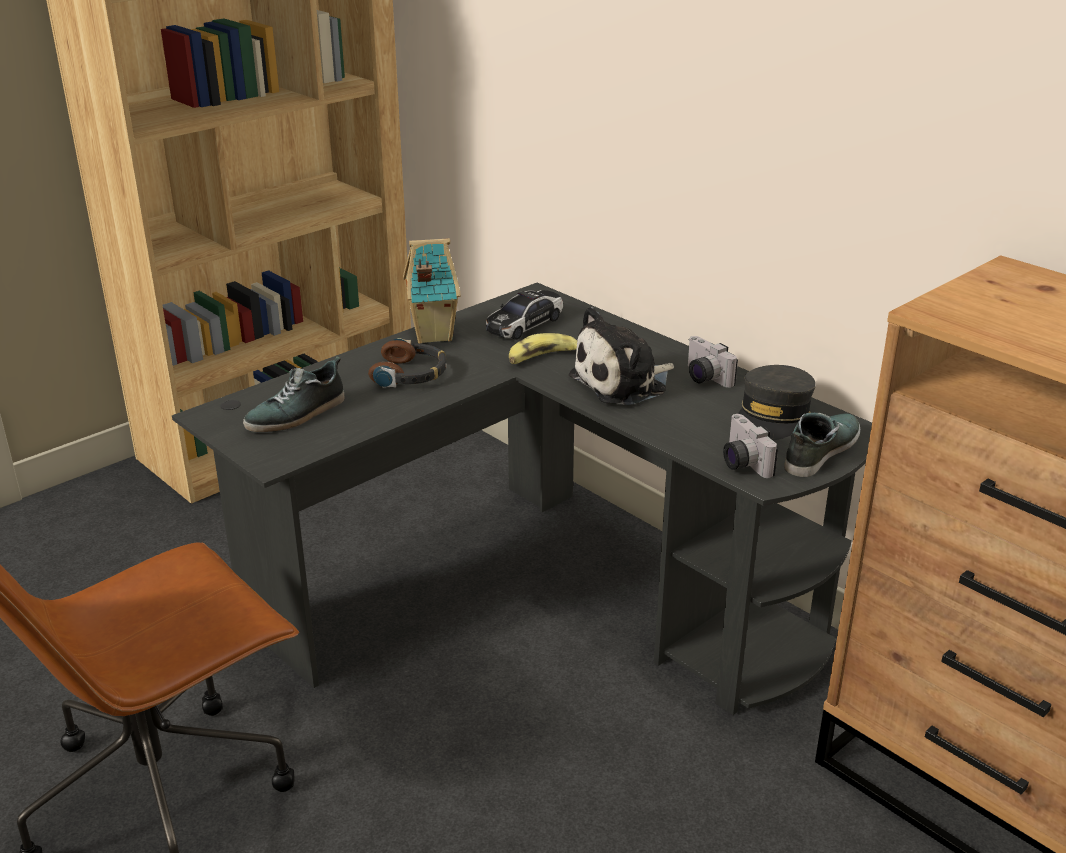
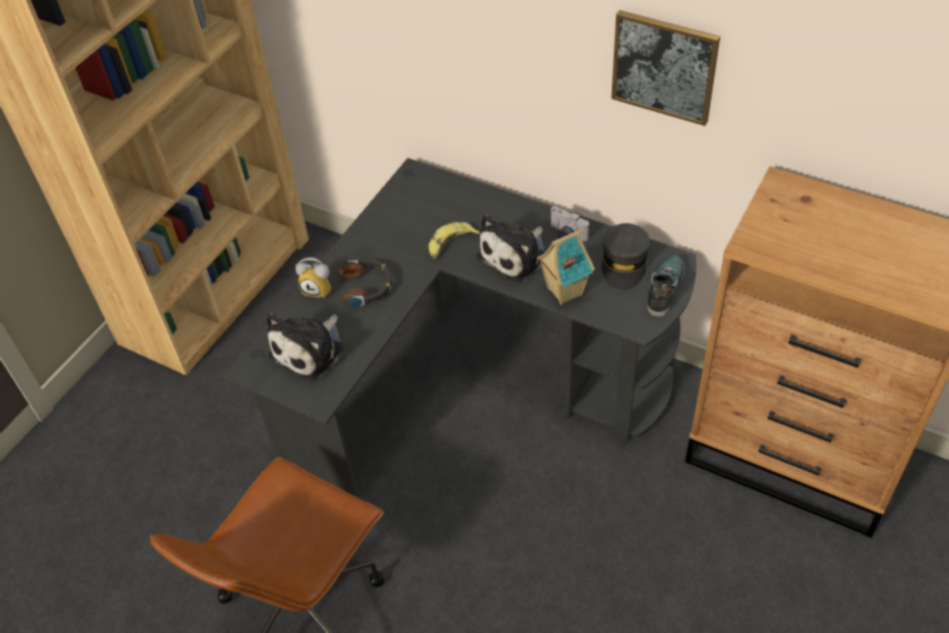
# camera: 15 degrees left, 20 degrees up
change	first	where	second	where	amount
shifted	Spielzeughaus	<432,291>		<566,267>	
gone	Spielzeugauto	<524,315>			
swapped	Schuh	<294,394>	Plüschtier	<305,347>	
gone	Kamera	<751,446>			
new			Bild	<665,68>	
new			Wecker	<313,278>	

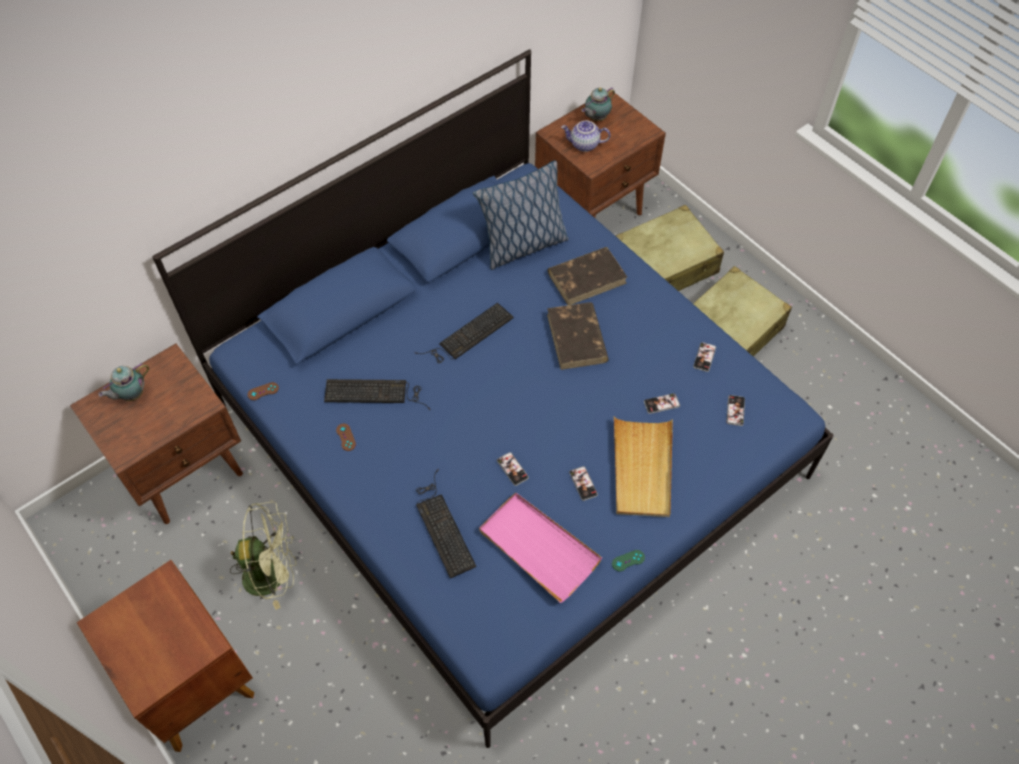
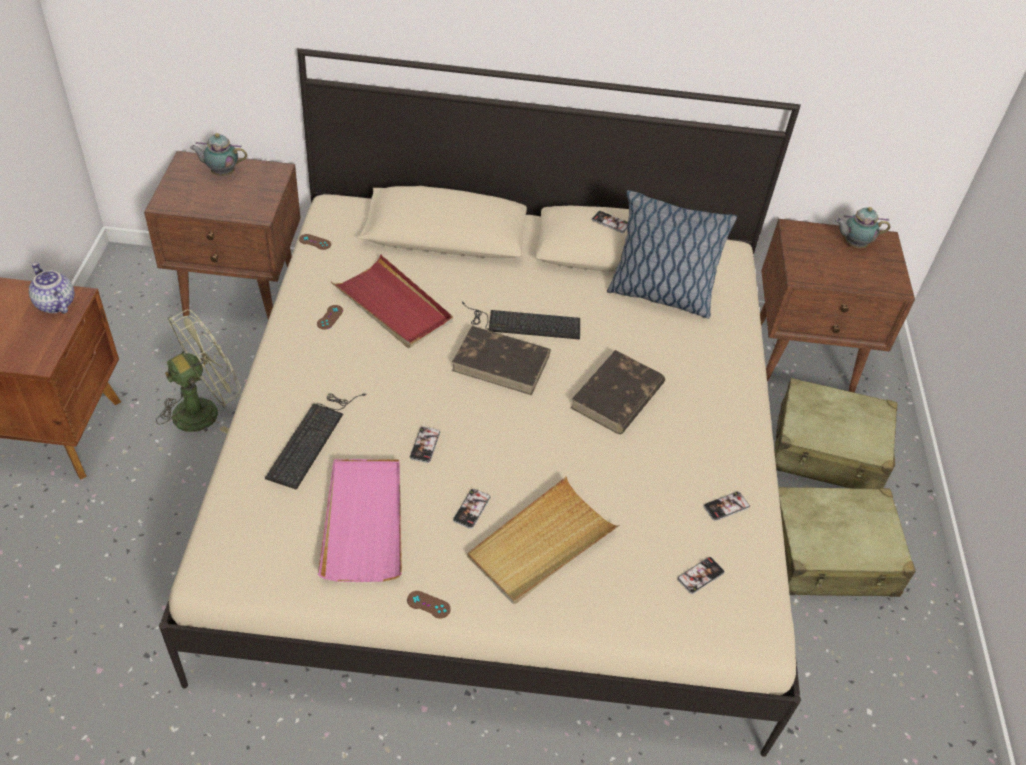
# camera: 40 degrees right, 10 degrees down
change	first	where	second	where	amount
repainted	Bett [blau]	<493,398>	Bett [beige]	<480,402>	
shifted	Teekanne	<585,136>		<51,288>	
shifted	Buch [braun]	<587,276>		<501,360>	
swapped	Tastatur	<377,394>	Tablett [rot]	<392,301>	
shifted	Handy	<662,403>		<610,222>	
rotated	Ventilator [grün]	<263,556>		<198,371>	75 degrees counterclockwise
repainted	Gamepad [grün]	<628,560>	Gamepad [braun]	<429,605>	

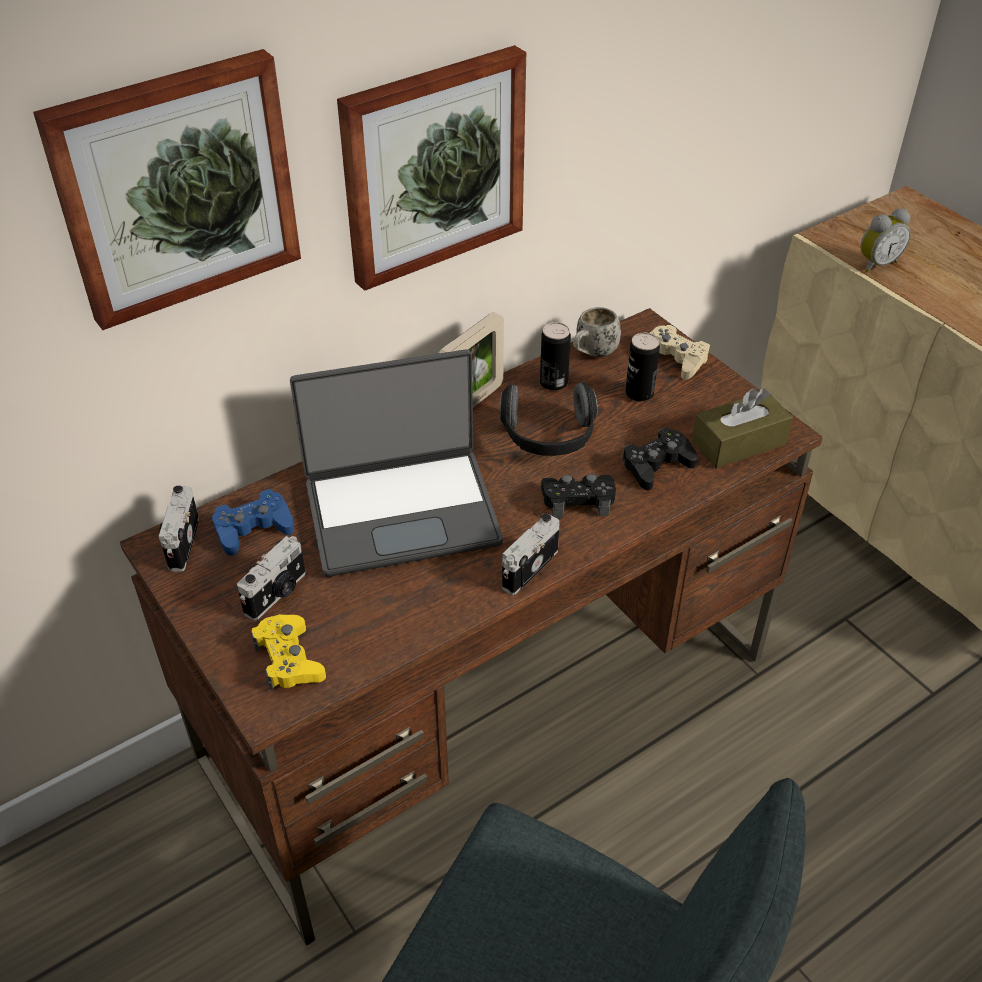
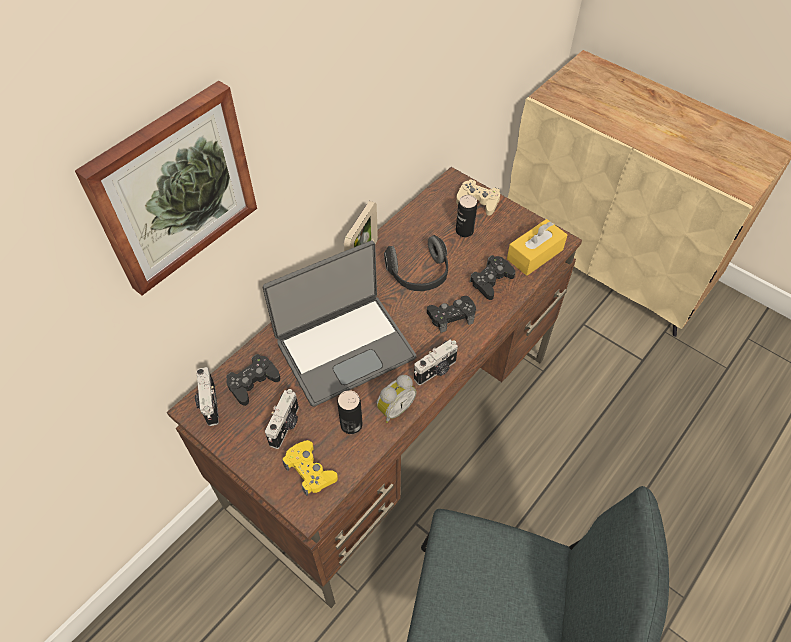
# camera: 15 degrees left, 10 degrees up
change	first	where	second	where	amount
gone	Bild	<431,168>			
shifted	Wecker	<886,241>		<396,399>	
gone	Henkelbecher [weiß]	<597,332>			
shifted	Dose	<555,356>		<350,412>	
repainted	Taschentuchbox [braun]	<742,428>	Taschentuchbox [gelb]	<537,247>	
repainted	Gamepad [blau]	<253,522>	Gamepad [schwarz]	<253,380>	
rotated	Kamera	<531,554>		<436,362>	150 degrees counterclockwise

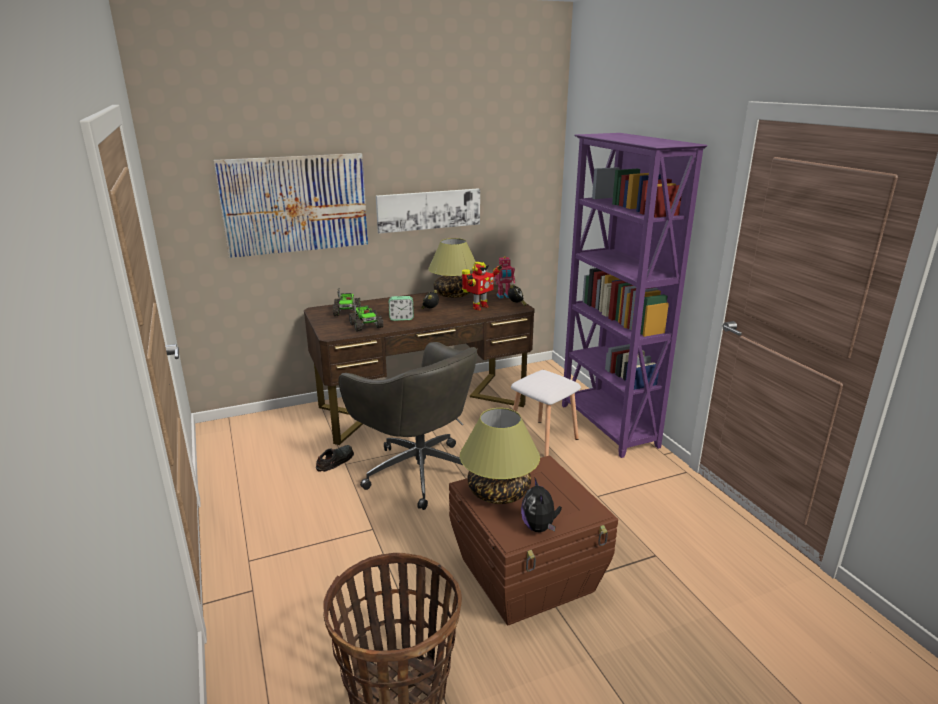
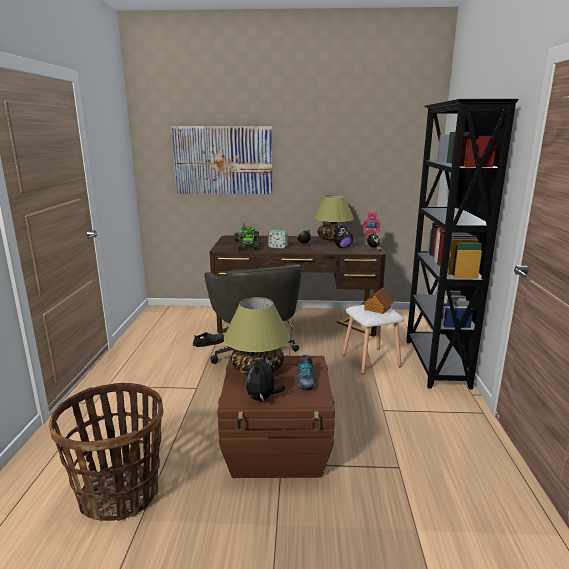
# camera: 25 degrees right, 5 degrees down
change	first	where	second	where	amount
repainted	Bücherregal [lila]	<635,295>	Bücherregal [schwarz]	<462,244>	
gone	Bild	<428,211>			
swapped	Spielzeugroboter	<482,286>	Plüschtier	<343,235>	
new			Spielzeughaus	<378,301>	
new			Schuh	<306,373>	

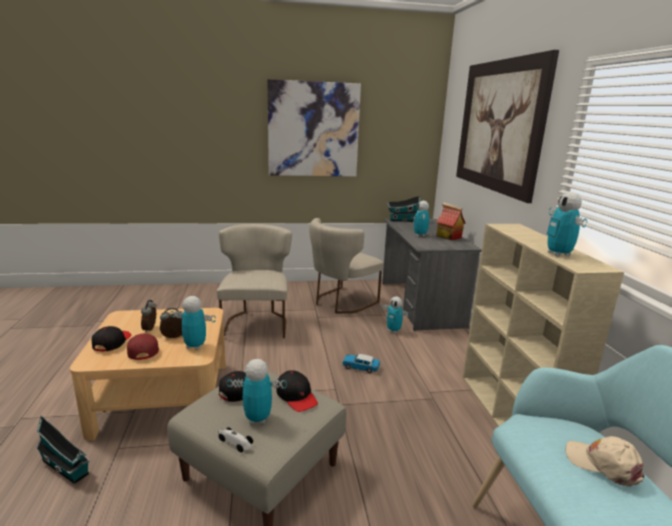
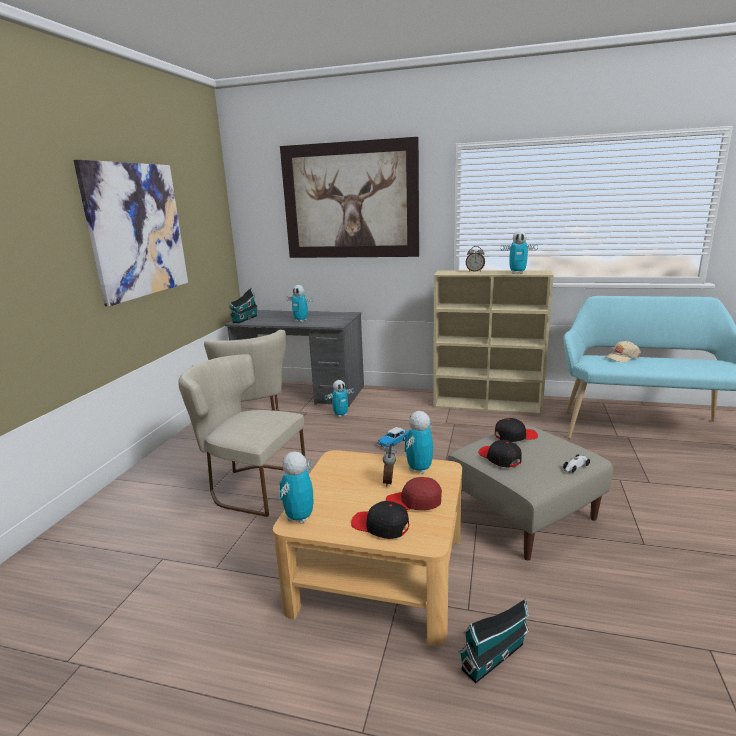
# camera: 65 degrees left, 0 degrees up
change	first	where	second	where	amount
gone	Spielzeughaus	<451,221>			
shifted	Wecker	<148,316>		<475,259>	
shifted	Spielzeugroboter	<257,391>		<296,488>	

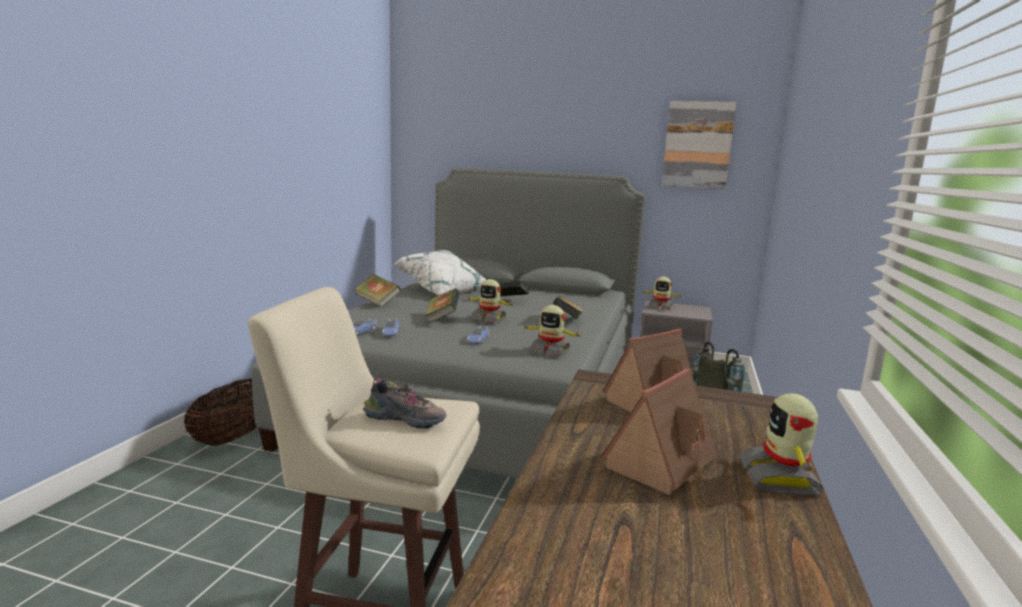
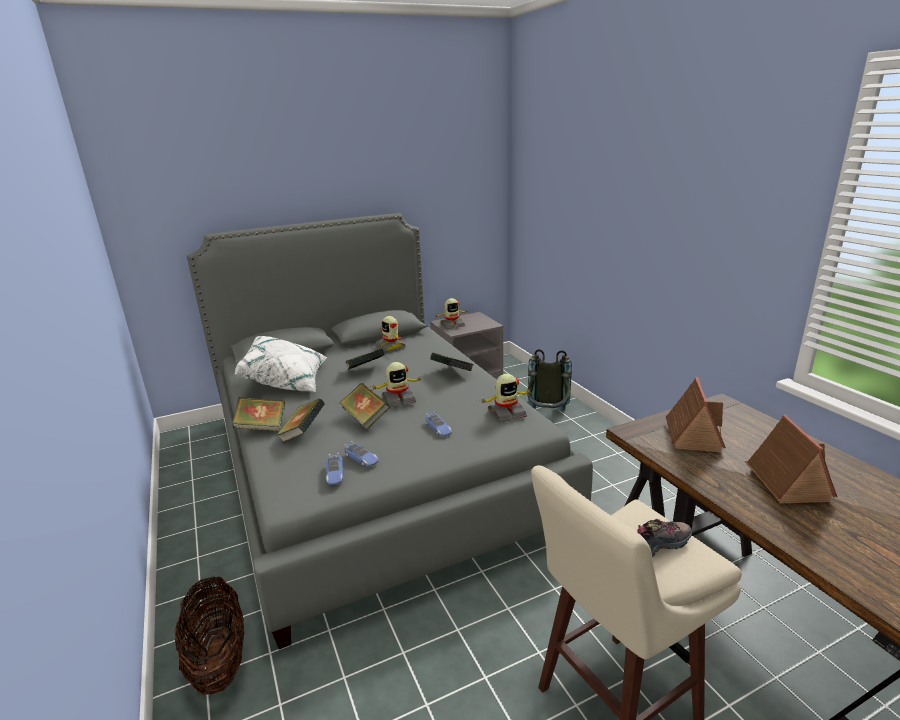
# camera: 40 degrees left, 10 degrees up
change	first	where	second	where	amount
gone	Bild	<699,145>			
shifted	Spielzeugroboter	<781,444>		<390,334>	
new			Buch	<300,420>	

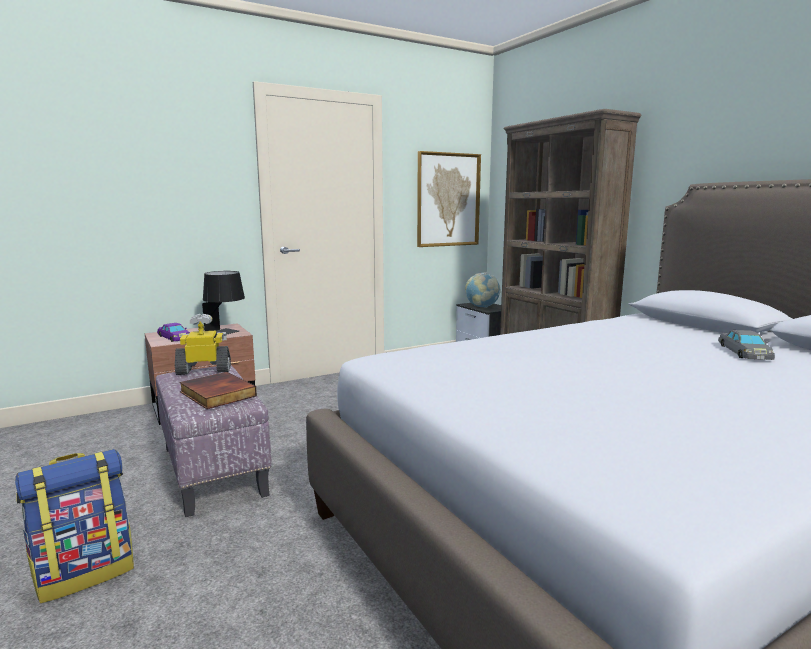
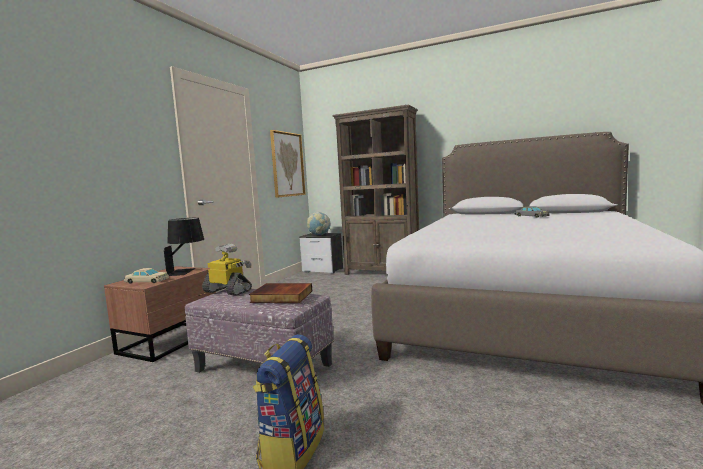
# camera: 35 degrees left, 5 degrees down
change	first	where	second	where	amount
rotated	Spielzeugroboter	<203,344>		<227,269>	75 degrees clockwise
repainted	Spielzeugauto [lila]	<173,332>	Spielzeugauto [beige]	<146,275>	

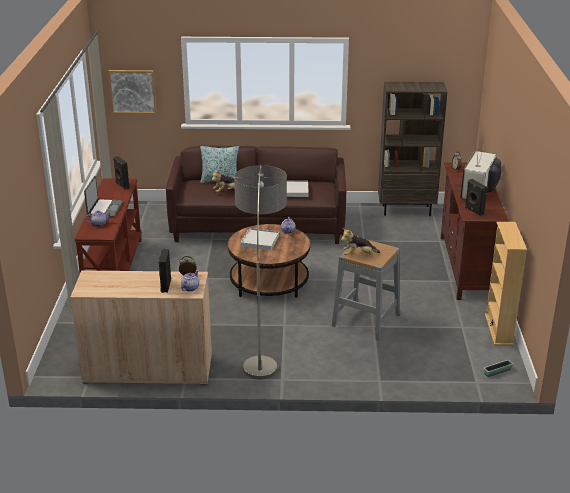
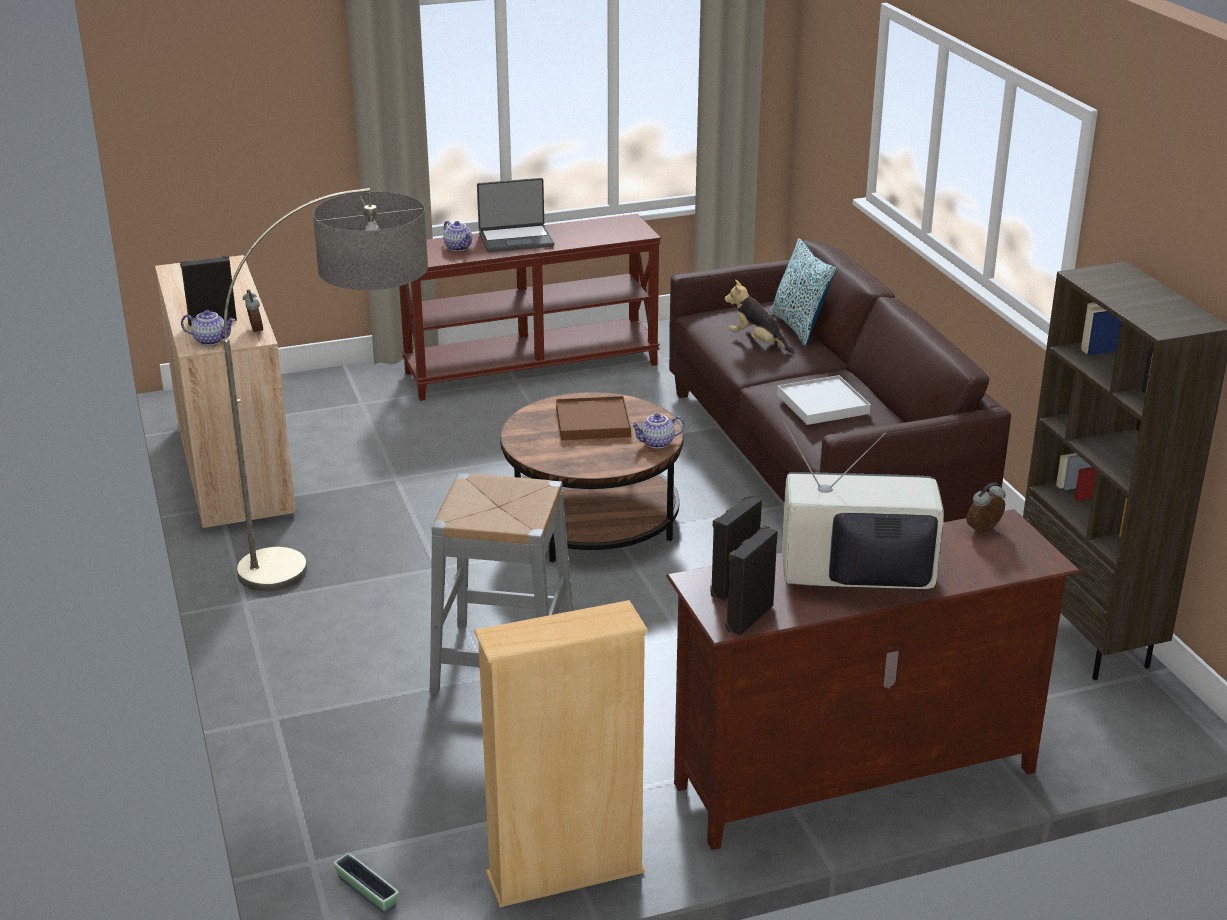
# camera: 70 degrees right, 0 degrees up
change	first	where	second	where	amount
gone	Bild	<132,92>			
shifted	Lautsprecher [schwarz]	<121,173>		<752,580>	
repainted	Tablett [weiß]	<259,239>	Tablett [braun]	<593,418>	
gone	Plüschtier	<360,241>			

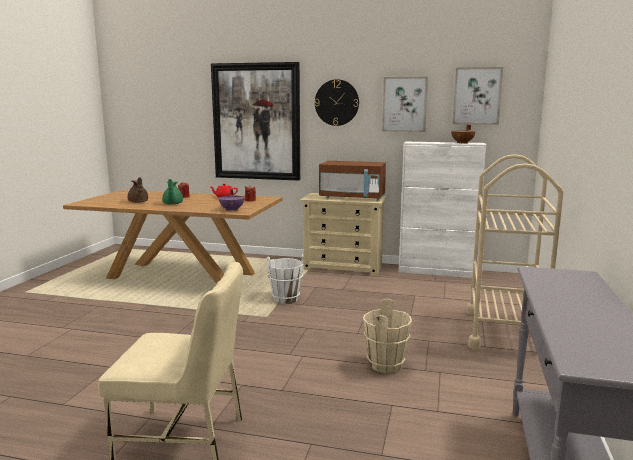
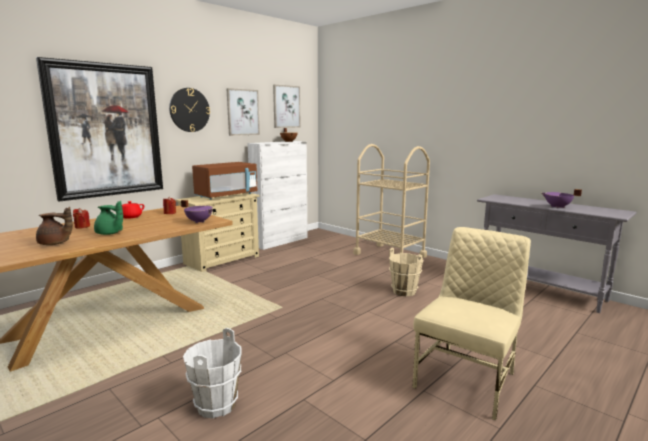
# camera: 60 degrees left, 0 degrees up
change	first	where	second	where	amount
shifted	Eimer [weiß]	<285,279>		<212,373>	
new			Kochtopf [lila]	<562,198>	

